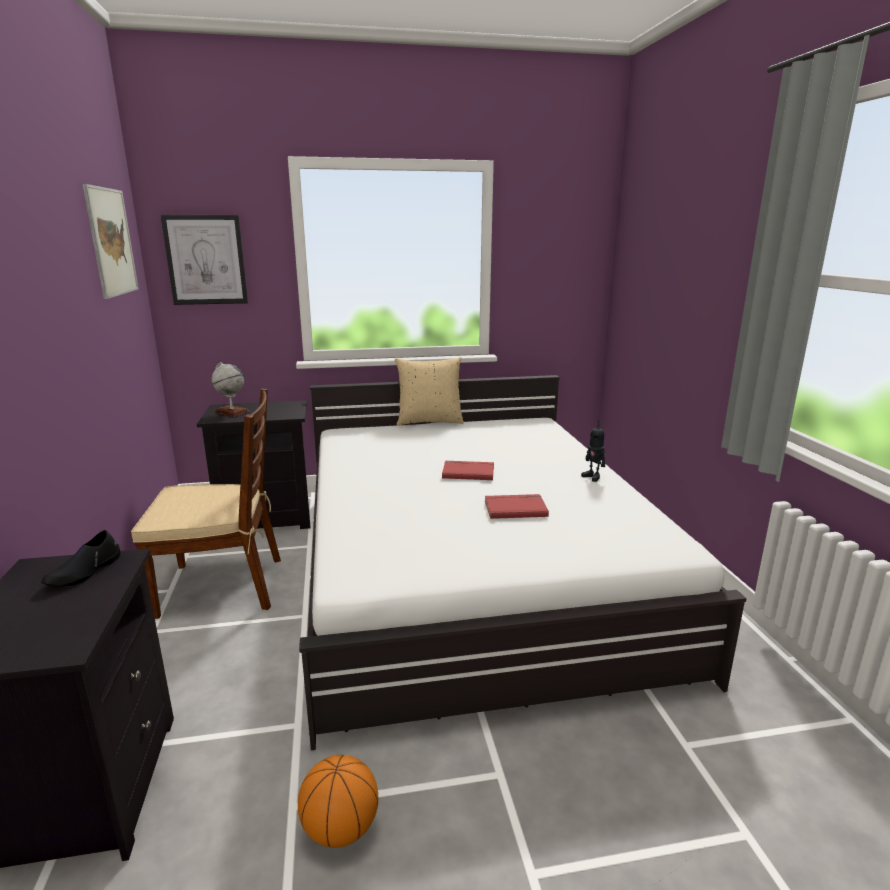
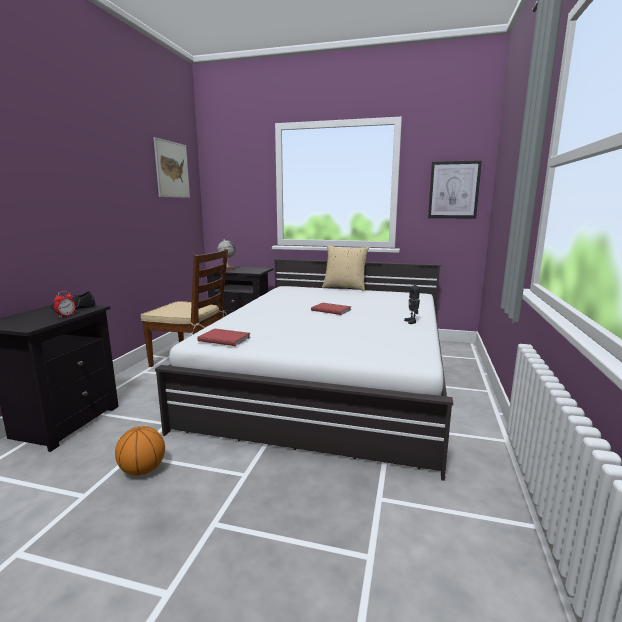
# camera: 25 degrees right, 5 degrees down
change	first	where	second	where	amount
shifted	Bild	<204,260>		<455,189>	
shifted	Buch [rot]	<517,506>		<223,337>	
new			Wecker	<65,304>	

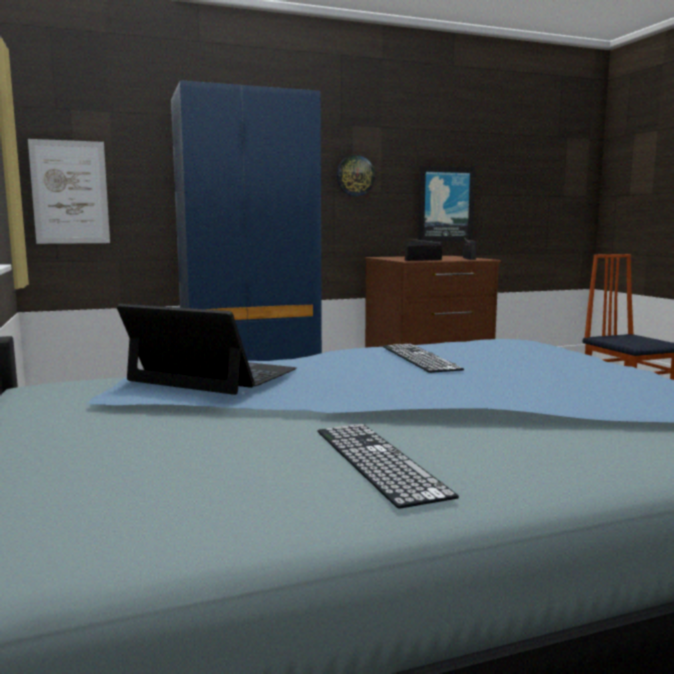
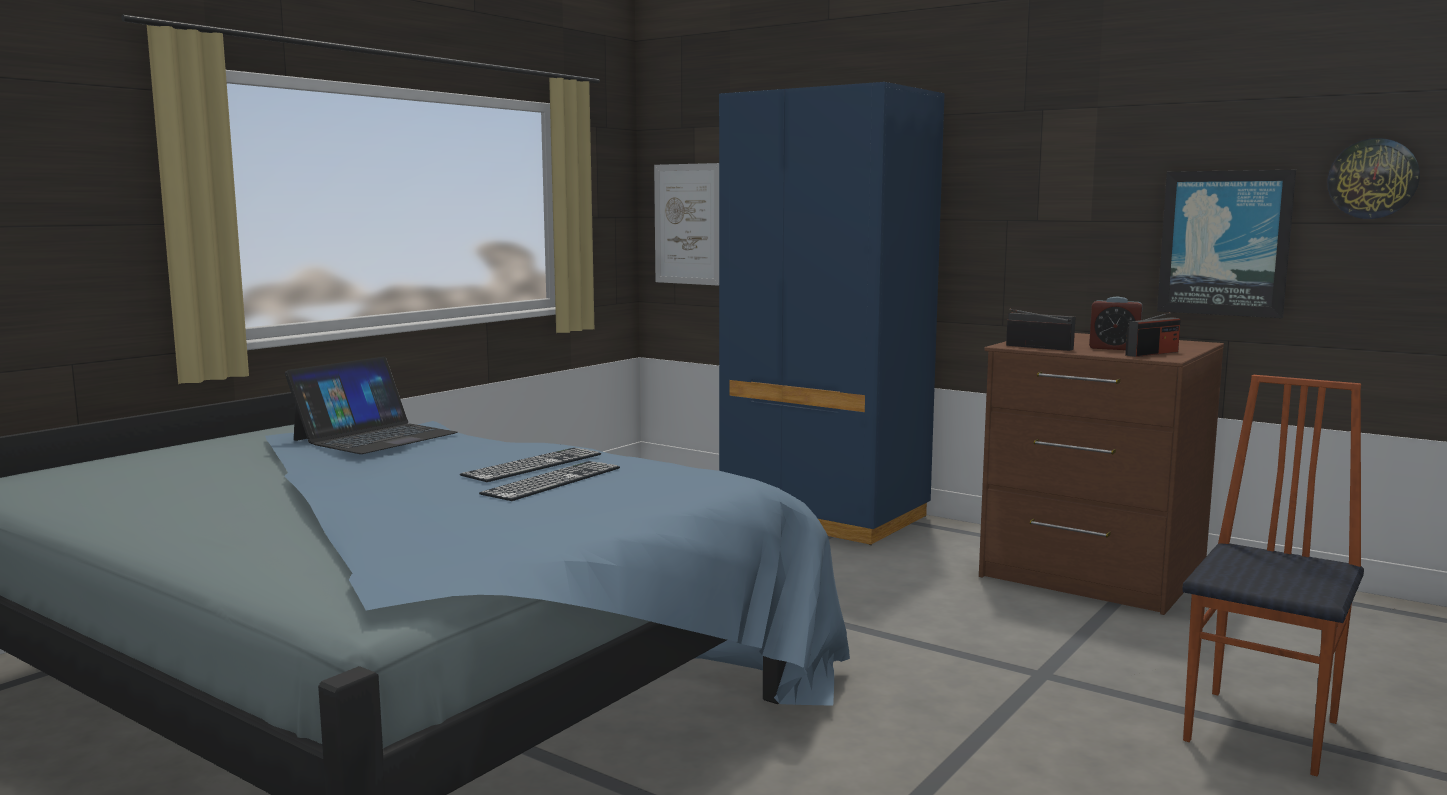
# camera: 55 degrees right, 0 degrees up
change	first	where	second	where	amount
shifted	Wanduhr	<356,175>		<1374,178>	
rotated	Laptop	<207,349>		<371,405>	45 degrees clockwise
shifted	Tastatur	<388,466>		<549,481>	
new			Wecker	<1116,323>	

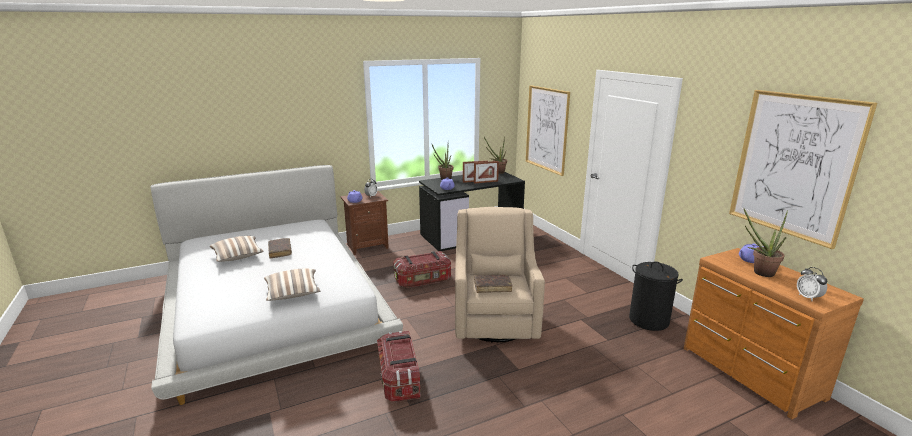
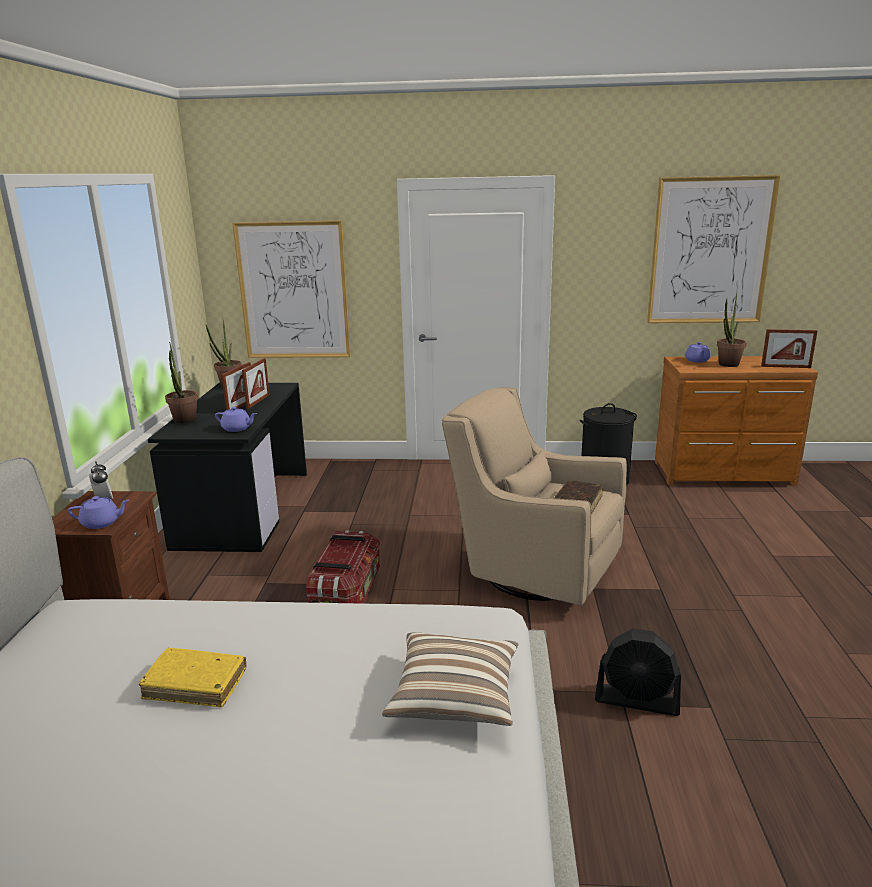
# camera: 60 degrees left, 0 degrees up
change	first	where	second	where	amount
gone	Kissen	<237,249>			
repainted	Buch [braun]	<280,248>	Buch [gelb]	<192,677>	
swapped	Wecker	<812,284>	Bilderrahmen	<789,348>	
swapped	Aufbewahrungsbox	<398,366>	Ventilator [schwarz]	<638,672>	

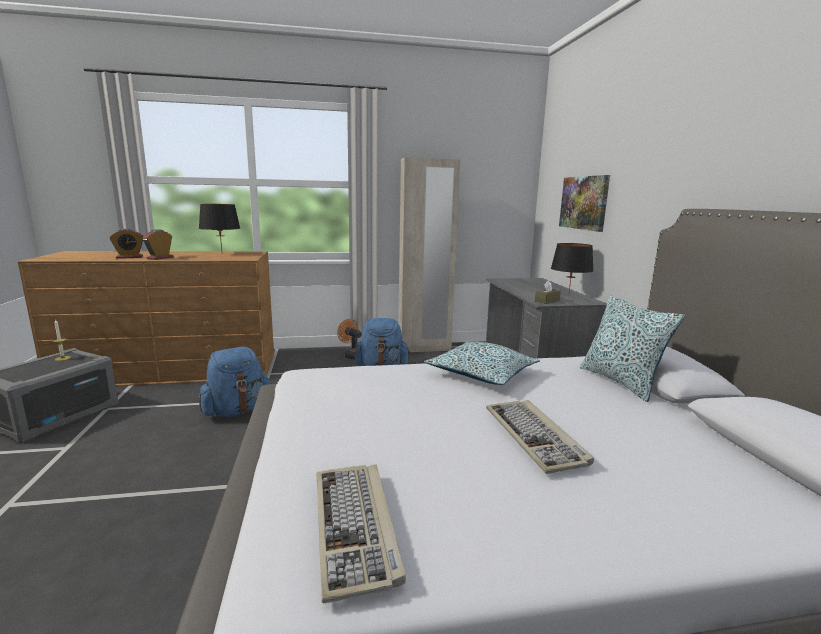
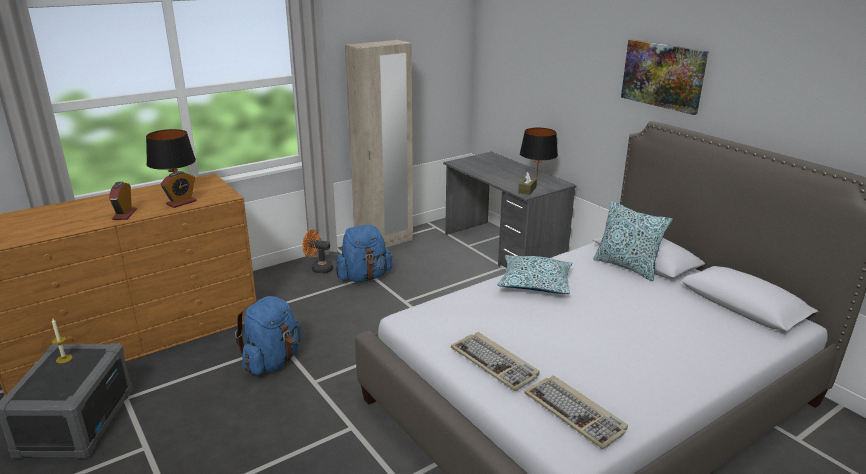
# camera: 25 degrees left, 10 degrees up
change	first	where	second	where	amount
shifted	Bild	<584,203>		<665,77>	
shifted	Wecker	<126,244>		<178,189>	
shifted	Tastatur	<540,437>		<495,361>	

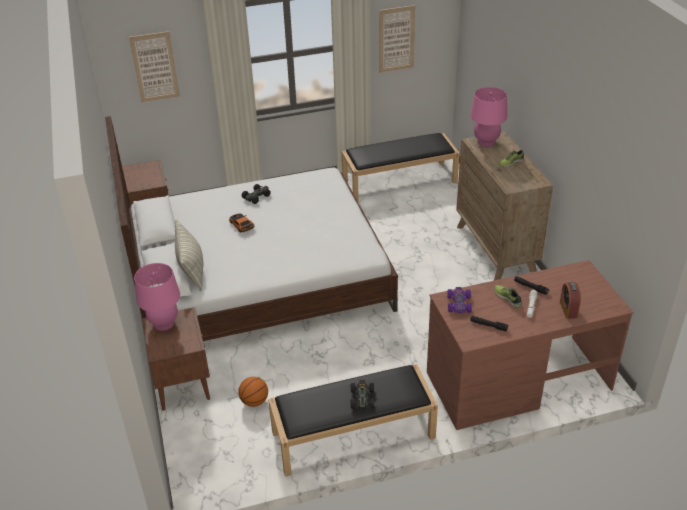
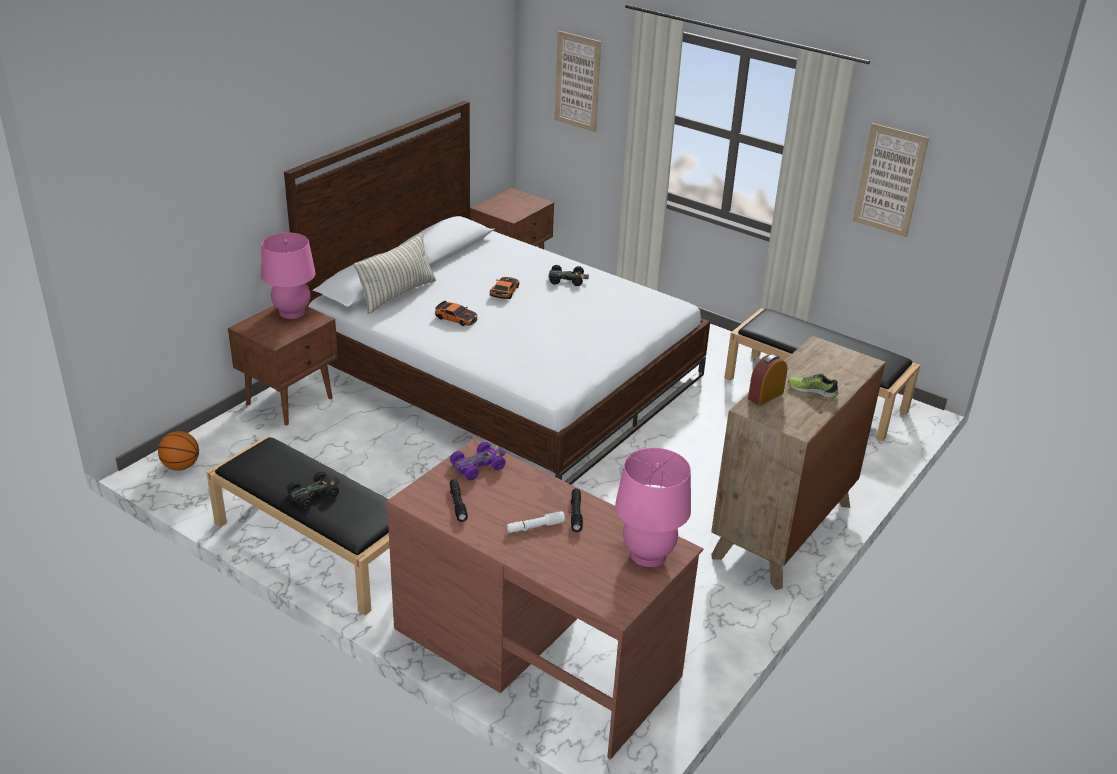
# camera: 50 degrees right, 5 degrees down
change	first	where	second	where	amount
shifted	Tischlampe [rosa]	<488,117>		<653,507>	
shifted	Wecker	<570,300>		<767,380>	
gone	Schuh	<508,296>			
shifted	Basketball	<253,392>		<178,451>	
new			Spielzeugauto	<456,313>	

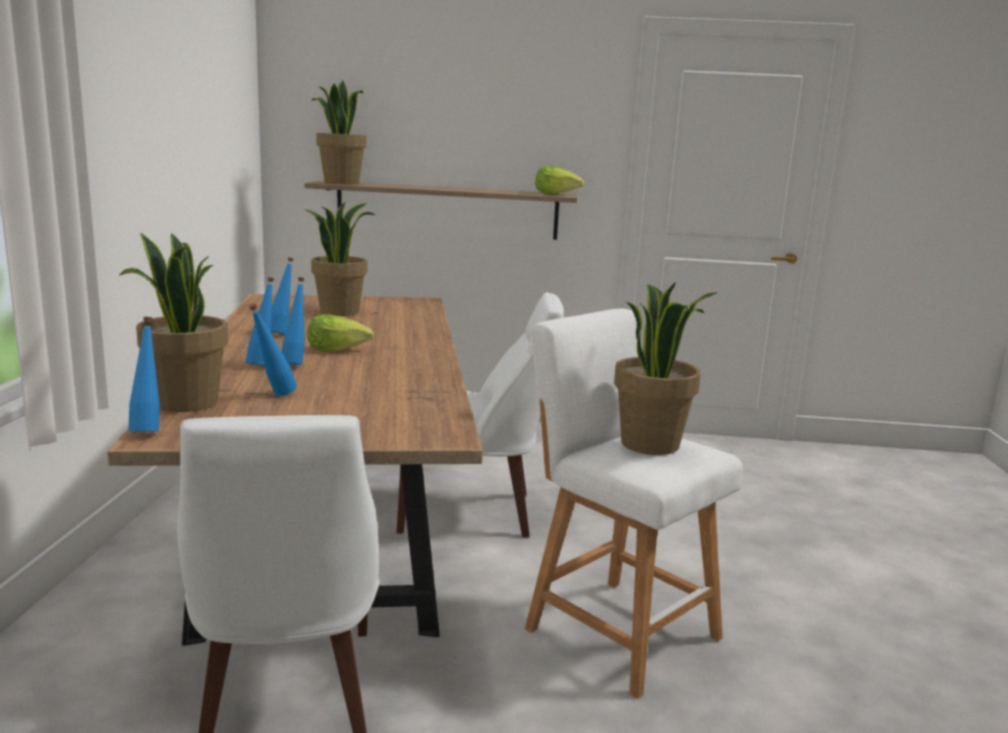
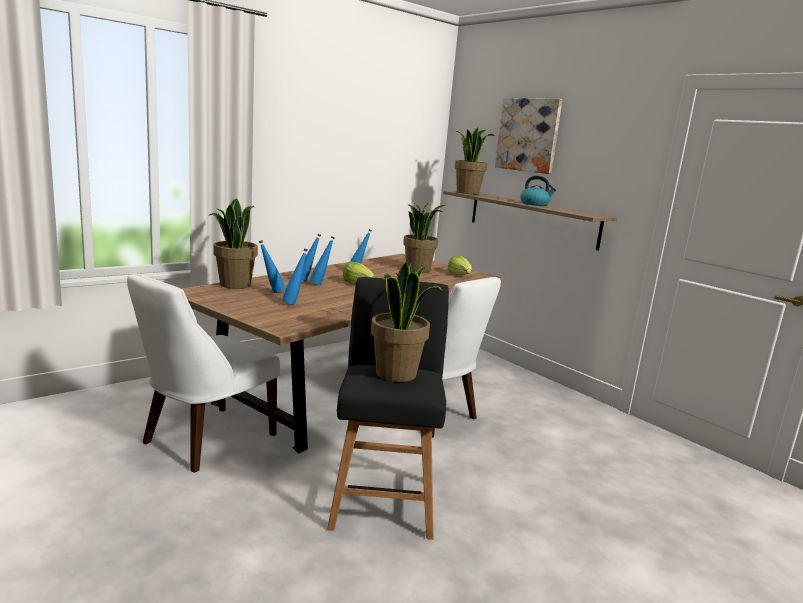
# camera: 45 degrees right, 0 degrees up
change	first	where	second	where	amount
shifted	Salatkopf	<559,180>		<460,265>	
repainted	Hocker [weiß]	<634,503>	Hocker [schwarz]	<388,408>	
shifted	Flasche [blau]	<144,374>		<295,277>	
new			Bild	<528,136>	
new			Wasserkessel	<538,191>	

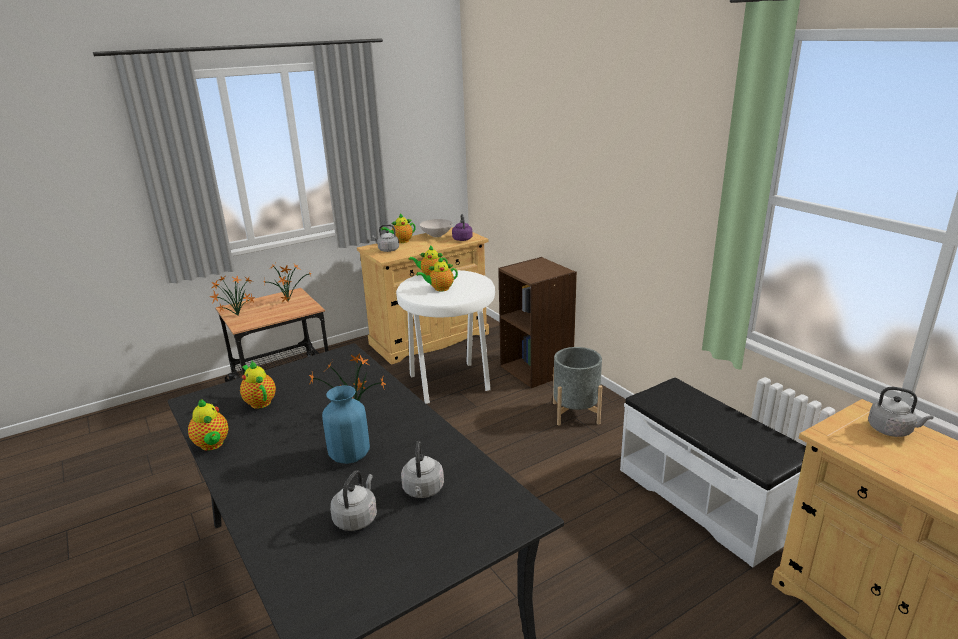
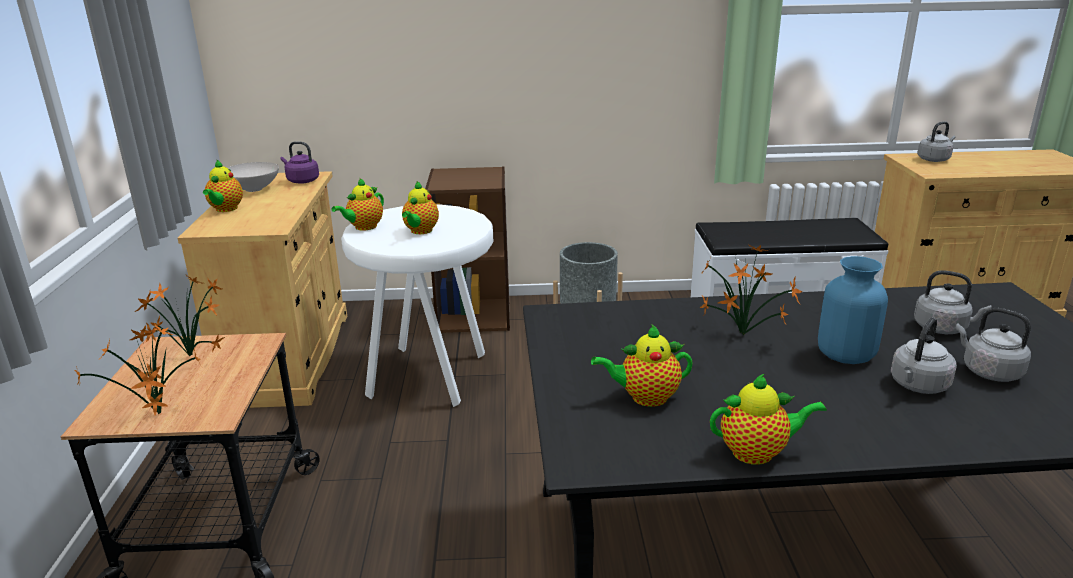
# camera: 60 degrees left, 0 degrees up
change	first	where	second	where	amount
shifted	Wasserkessel [grau]	<385,238>		<924,355>	

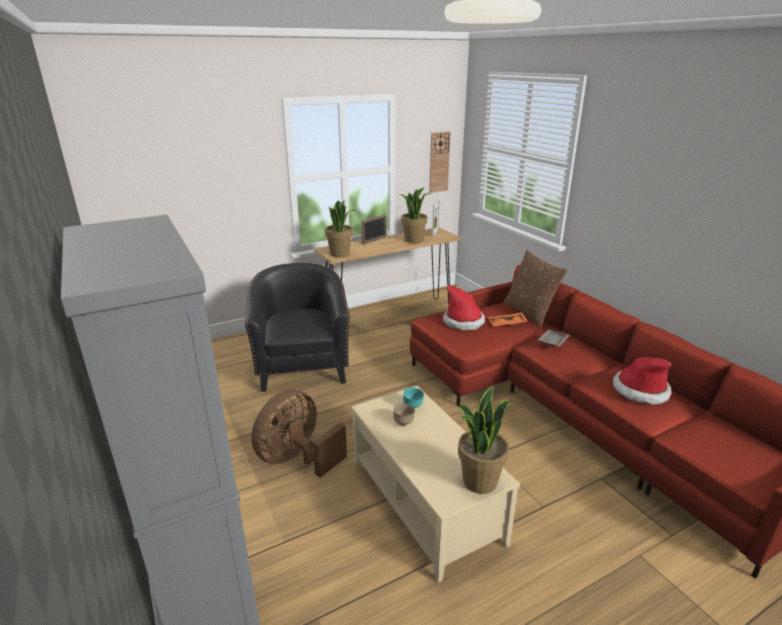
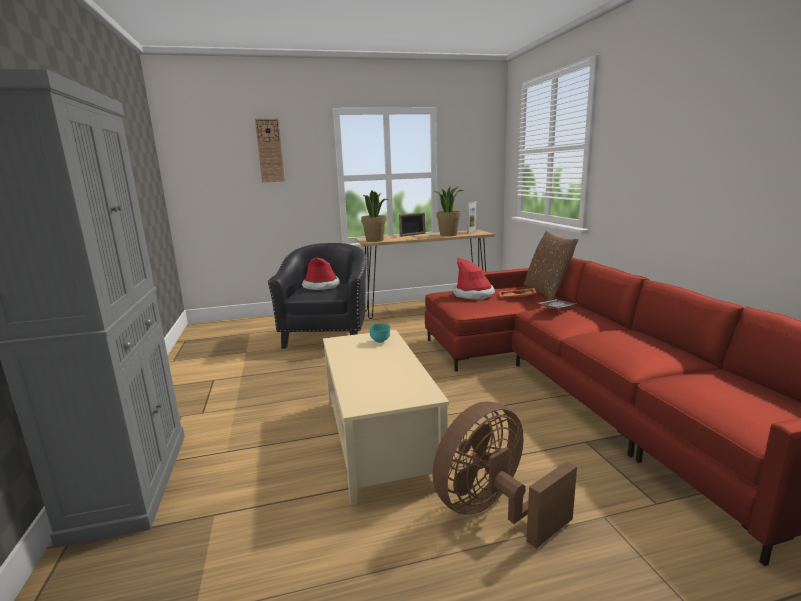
# camera: 15 degrees right, 10 degrees down
change	first	where	second	where	amount
shifted	Wanduhr	<440,162>		<270,150>	
shifted	Hut	<642,381>		<321,274>	
gone	Topfpflanze	<484,440>			
shifted	Ventilator [braun]	<299,433>		<505,475>	
gone	Schüssel [braun]	<404,415>			

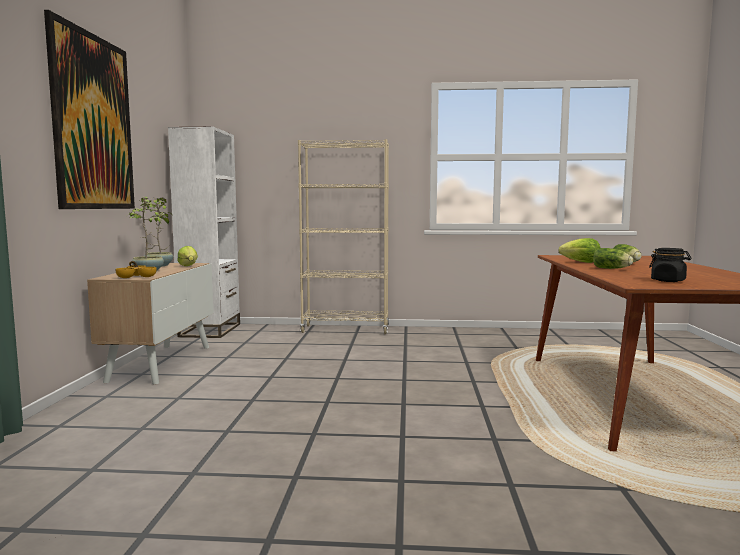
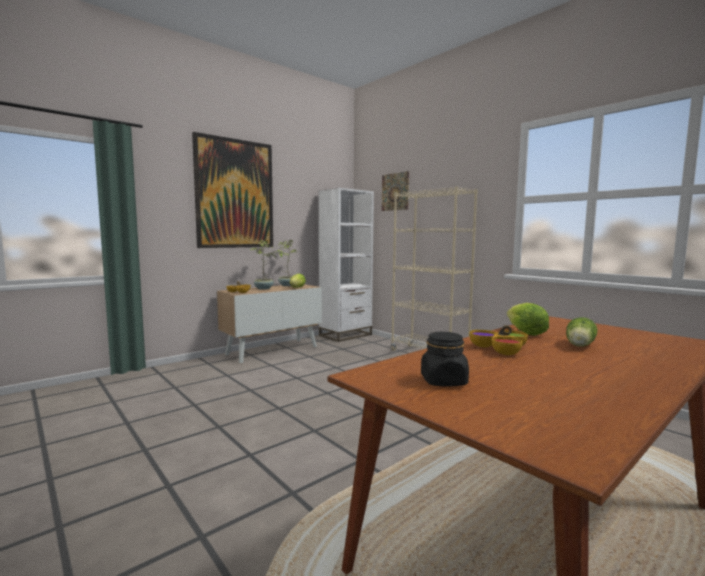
# camera: 45 degrees right, 0 degrees up
change	first	where	second	where	amount
swapped	Salatkopf	<613,258>	Schüssel	<498,340>	
new			Bild	<395,191>	

